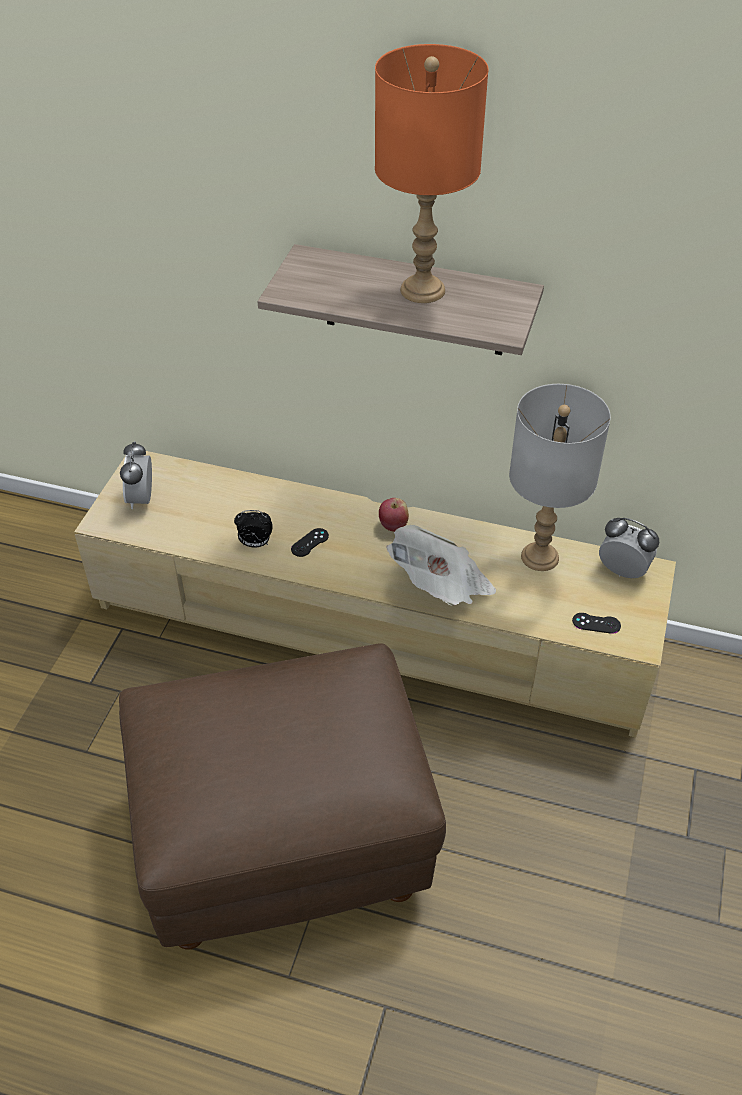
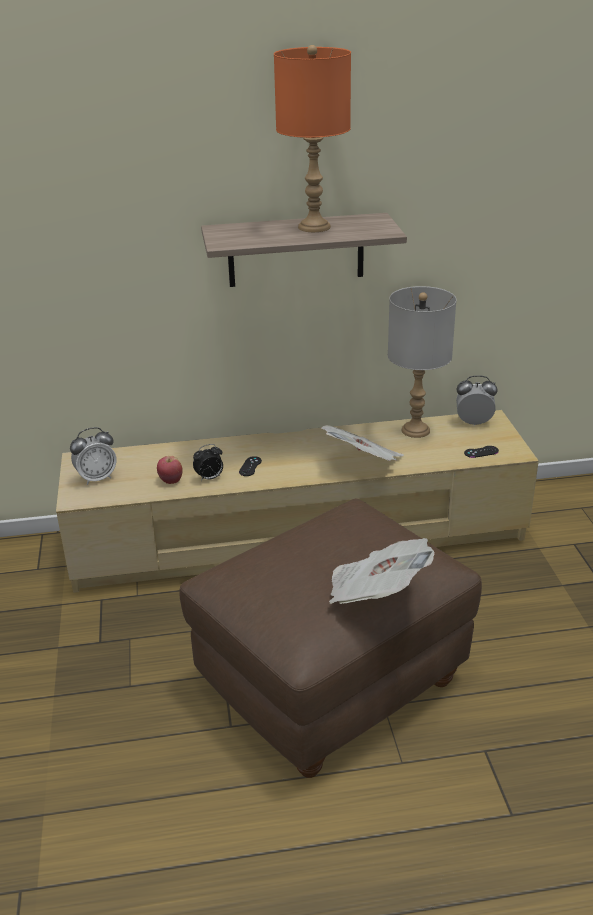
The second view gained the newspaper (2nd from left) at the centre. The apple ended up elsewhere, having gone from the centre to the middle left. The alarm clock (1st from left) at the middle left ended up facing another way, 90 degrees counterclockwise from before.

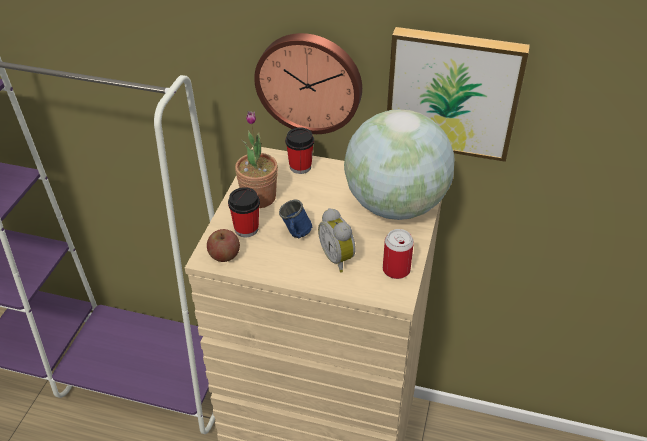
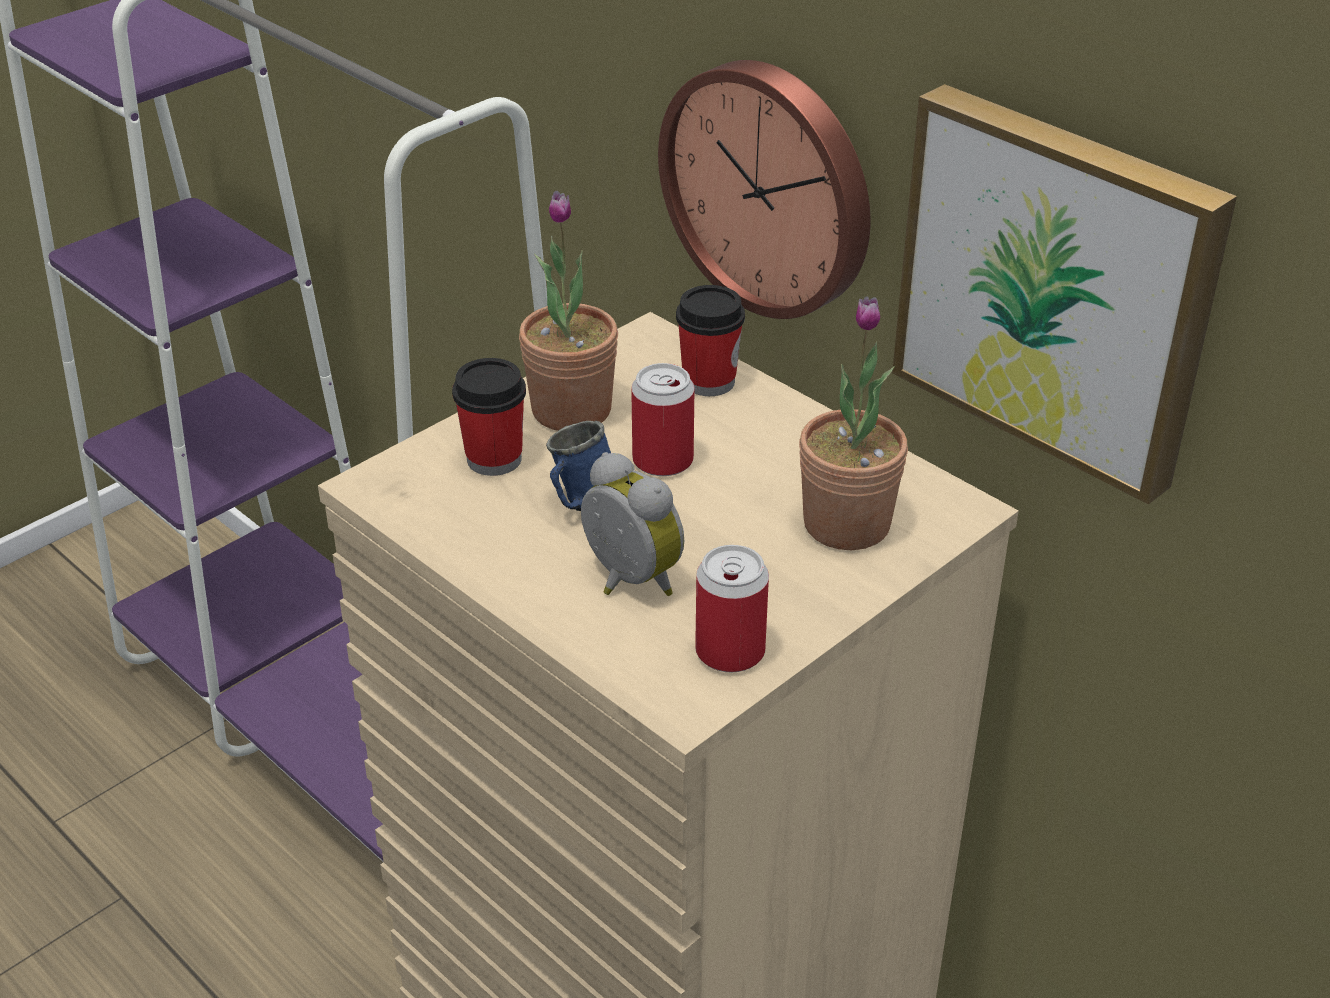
The second view lost the apple at the centre. The second view gained the can (1st from left) at the centre. Where the globe stood at the centre, the potted plant (2nd from left) came to stand at the centre. The alarm clock at the centre ended up facing another way, 135 degrees clockwise from before.

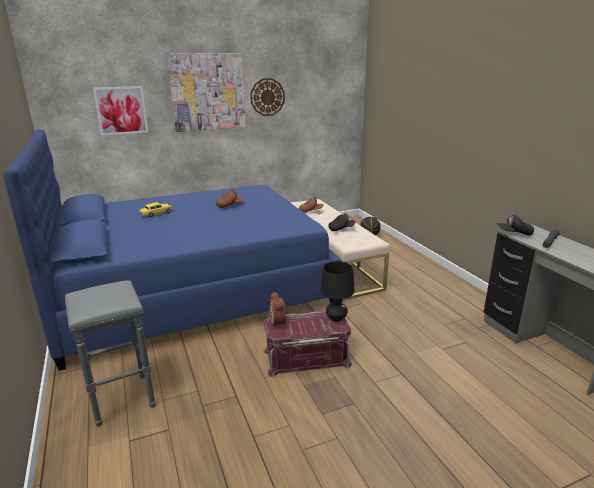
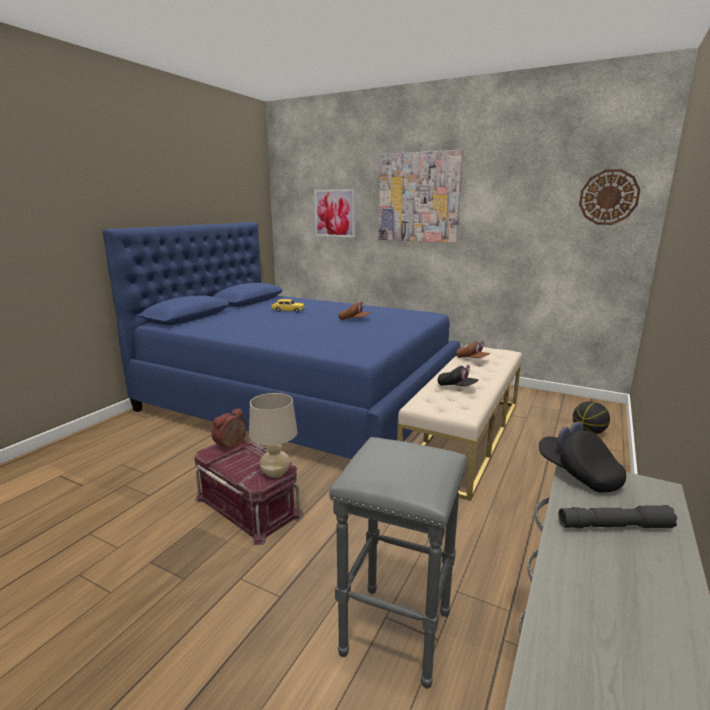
The stool/grey ended up elsewhere, having gone from the bottom left to the bottom centre. The wall clock ended up elsewhere, having gone from the top centre to the top right. What was the table lamp/black at the centre turned into the table lamp/beige at the centre.

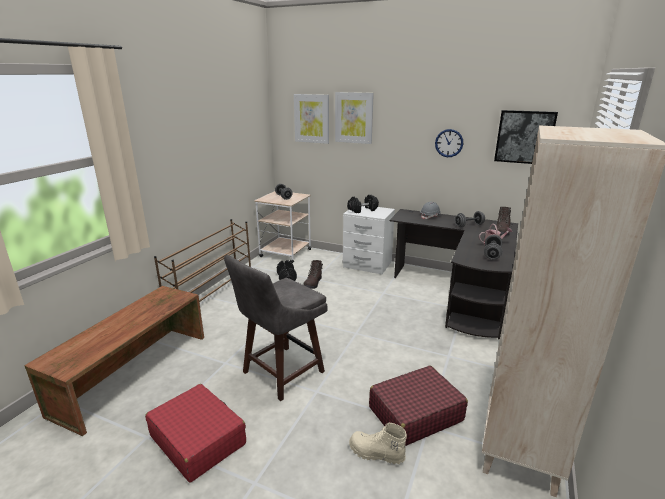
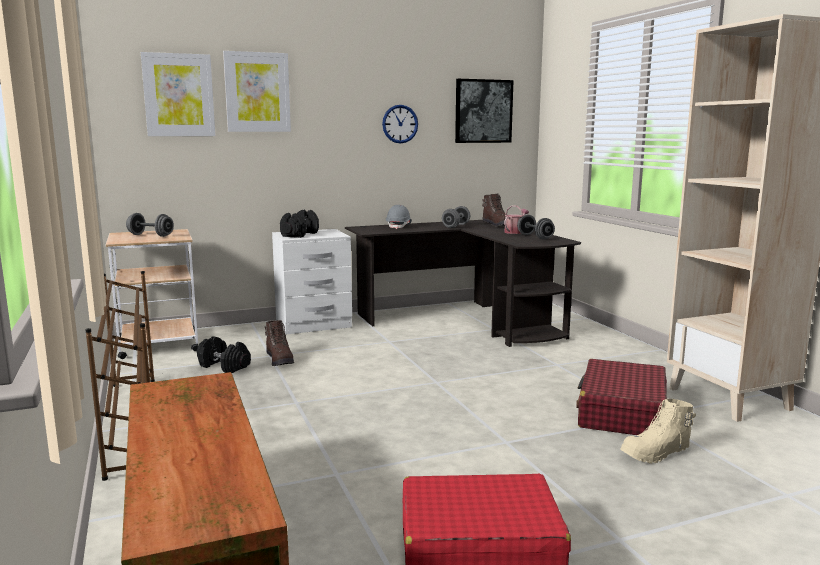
The second view lost the stool/grey at the centre.

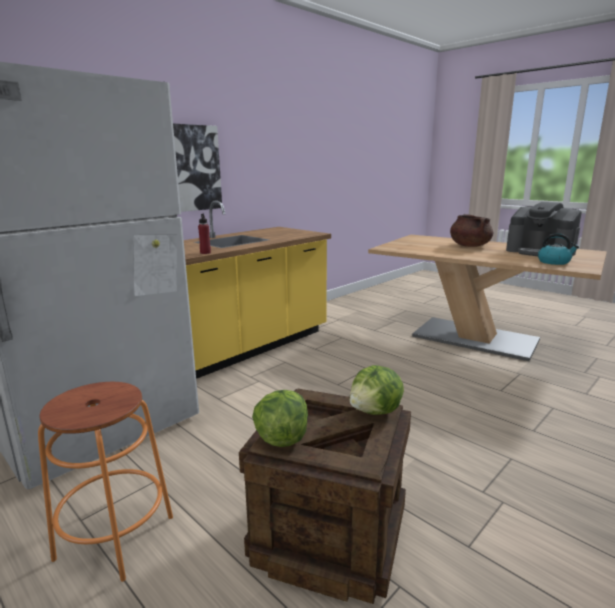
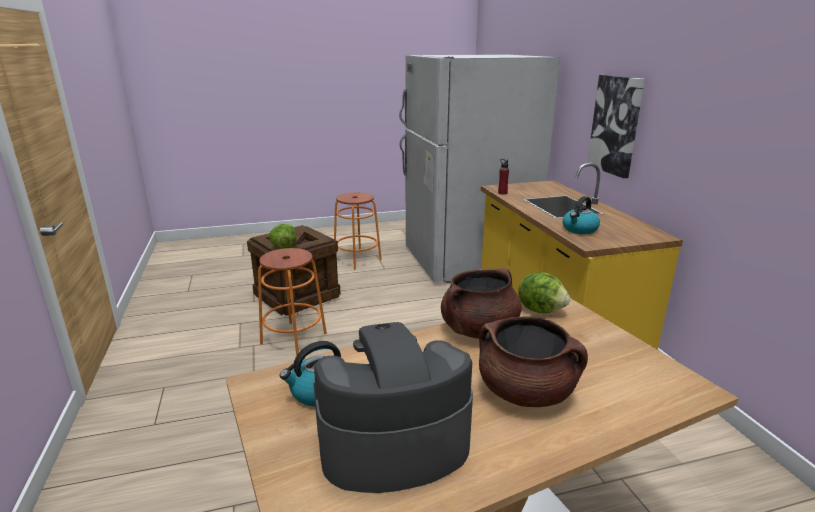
The second view gained the stool/orange (1st from left) at the centre. The second view gained the cooking pot/brown (1st from left) at the centre. The second view gained the kettle (2nd from left) at the middle right. The lettuce (1st from left in the first image) ended up elsewhere, having gone from the bottom centre to the middle right.

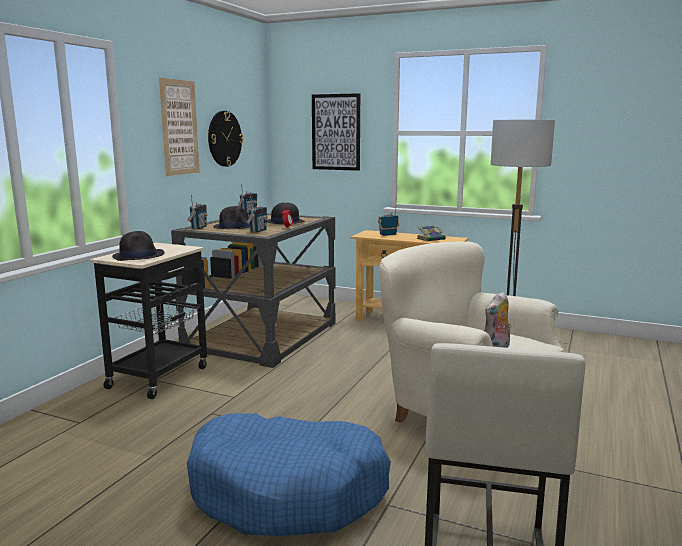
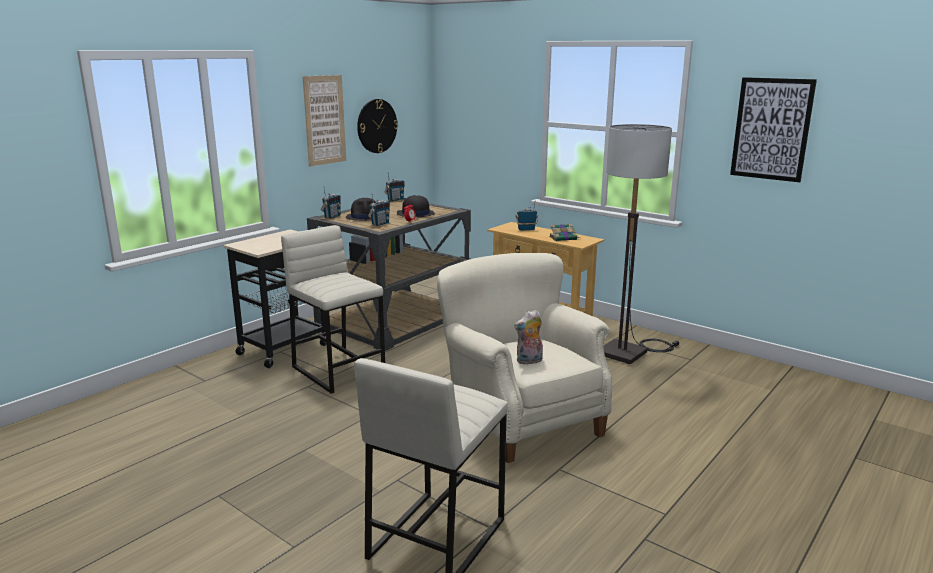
The second view lost the hat/black (1st from left) at the middle left. The second view lost the dog bed/blue at the bottom centre. The second view gained the stool/beige (1st from left) at the centre. The picture (2nd from left) ended up elsewhere, having gone from the top centre to the top right.

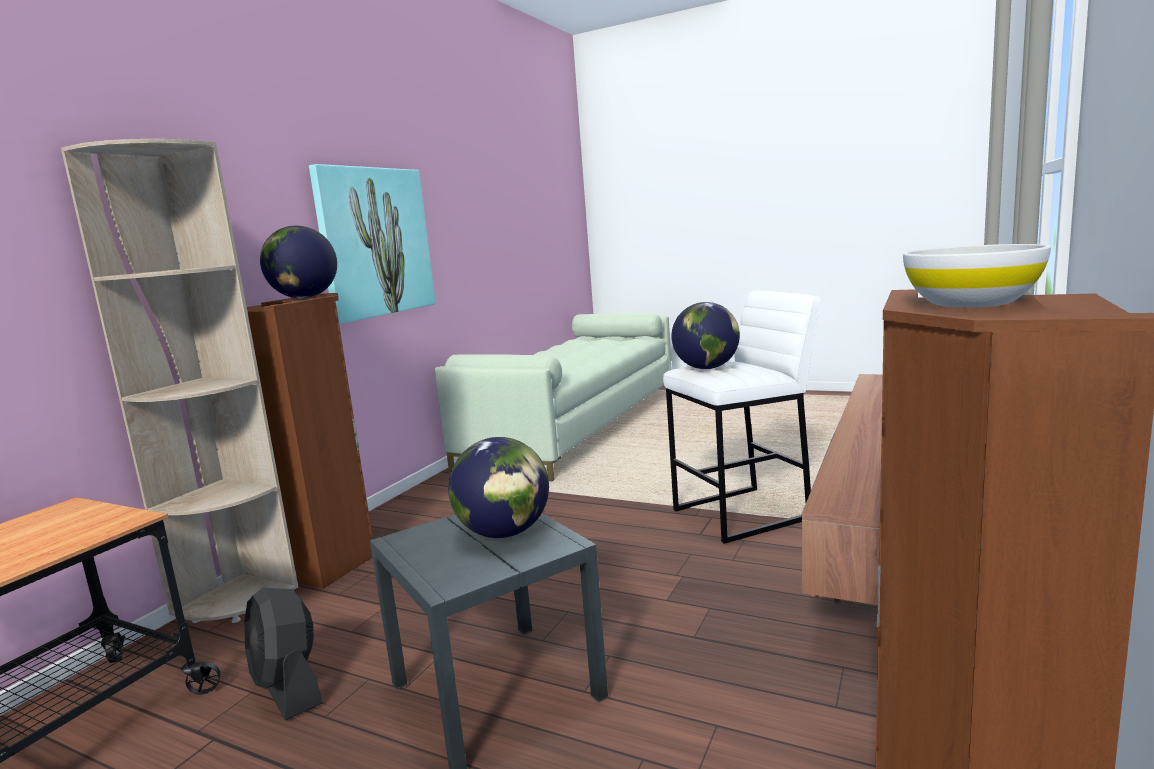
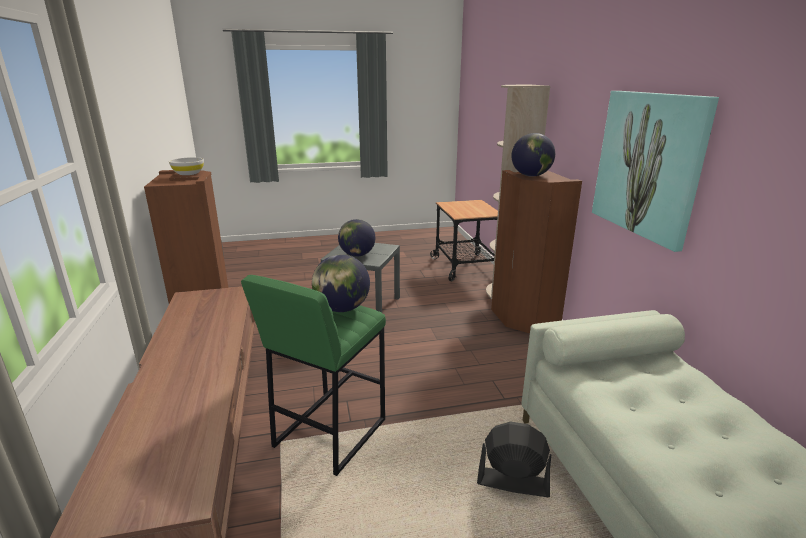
The fan/black ended up elsewhere, having gone from the bottom left to the bottom centre. What was the stool/white at the centre turned into the stool/green at the bottom centre.

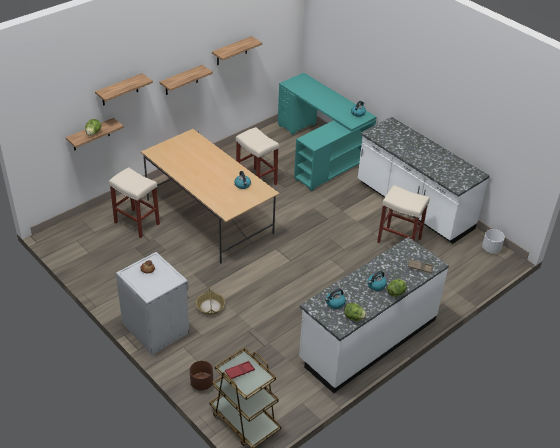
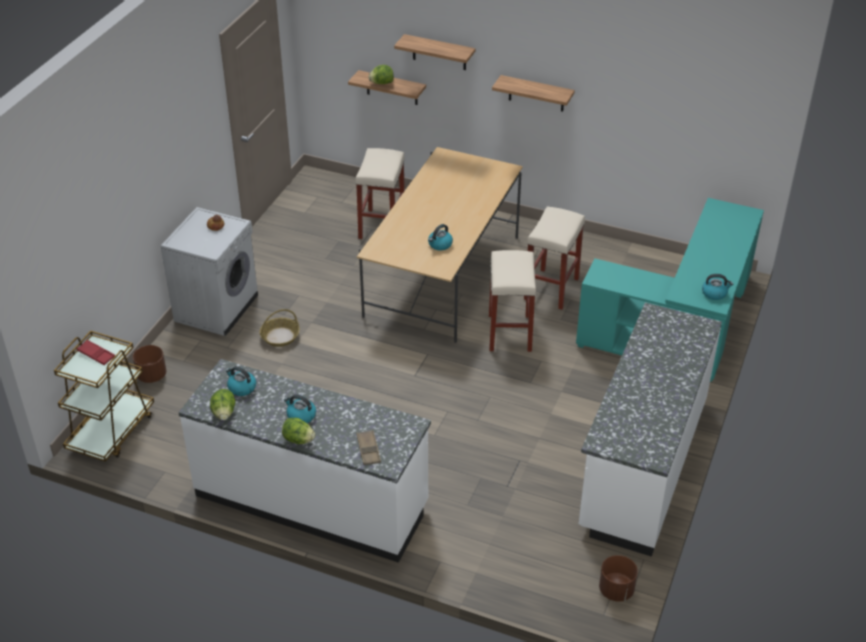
The second view lost the shelf (4th from left) at the top centre. The stool/beige (3rd from left in the first image) ended up elsewhere, having gone from the middle right to the centre. What was the planter/white at the middle right turned into the planter/brown (2nd from left) at the bottom right.

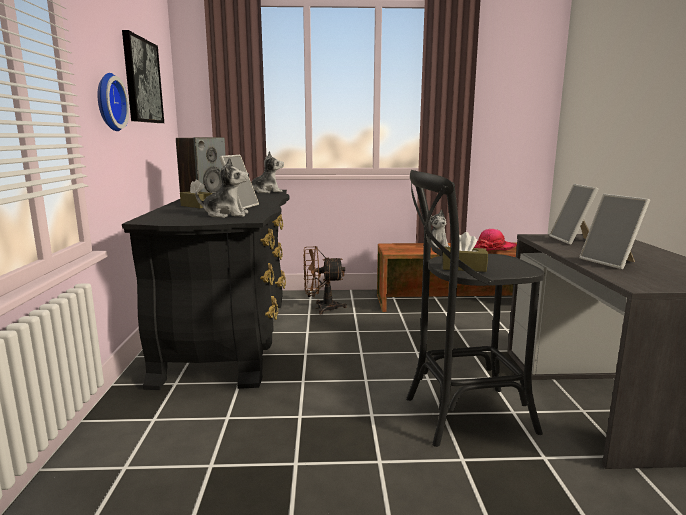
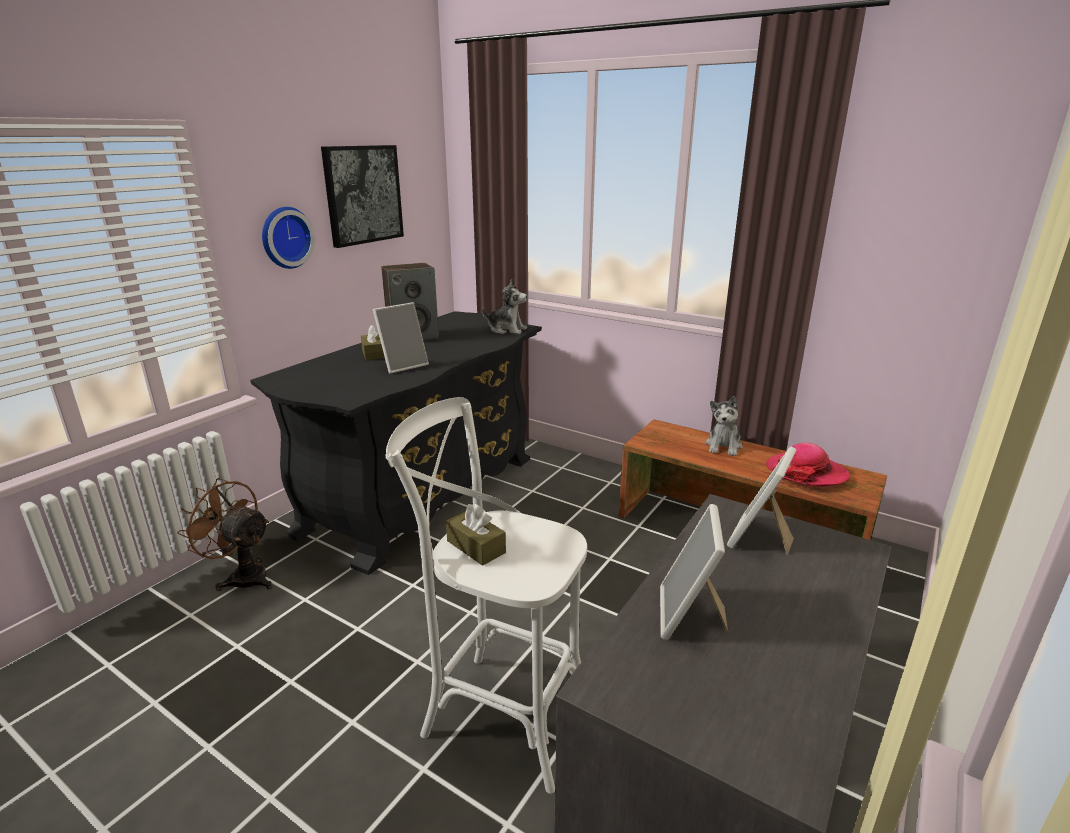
The second view lost the plush toy (1st from left) at the middle left. The fan/brown ended up elsewhere, having gone from the centre to the middle left. What was the stool/black at the middle right turned into the stool/white at the bottom centre.

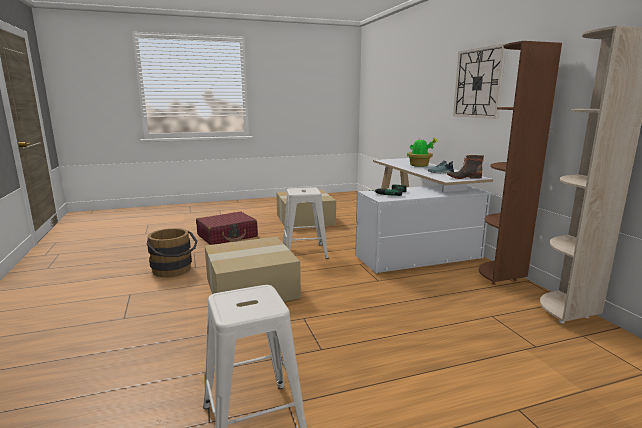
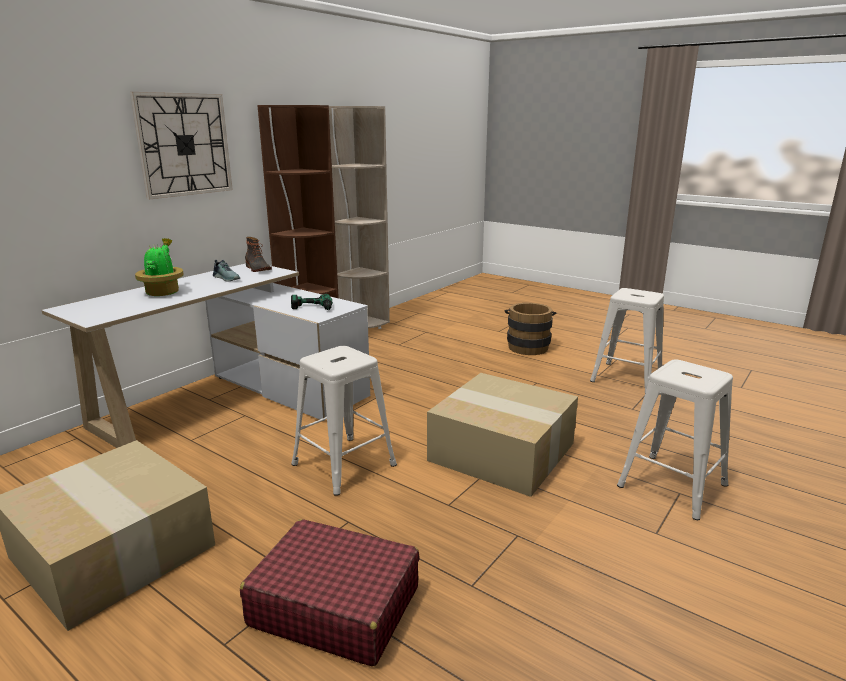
The second view gained the stool/white (3rd from left) at the middle right. The bucket/brown ended up elsewhere, having gone from the middle left to the centre.

